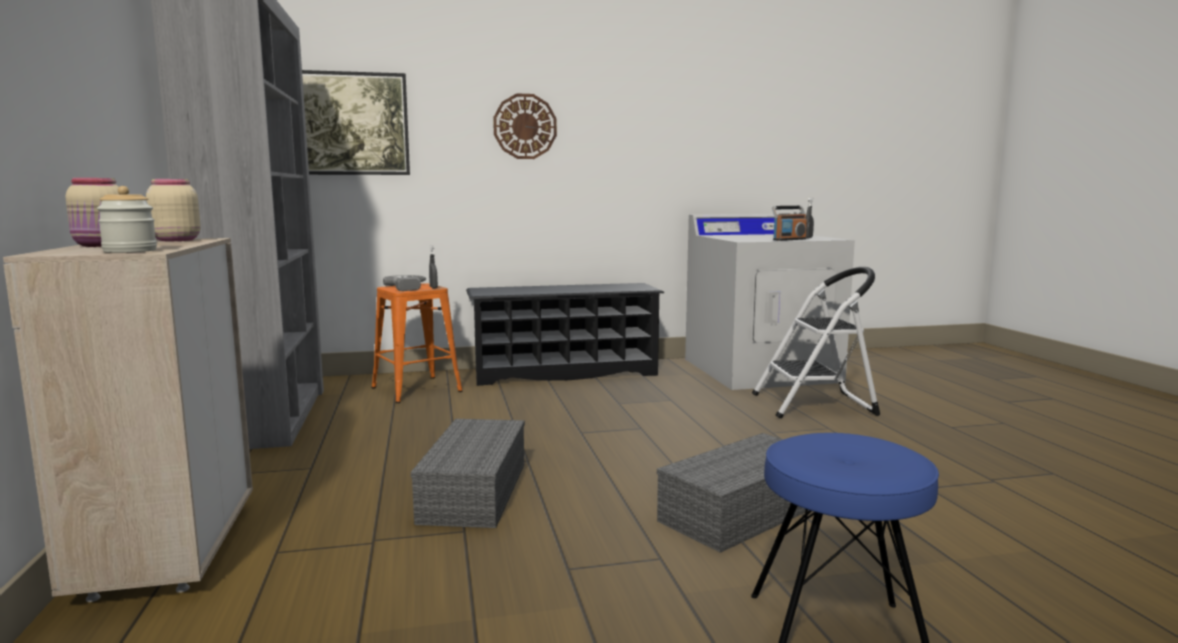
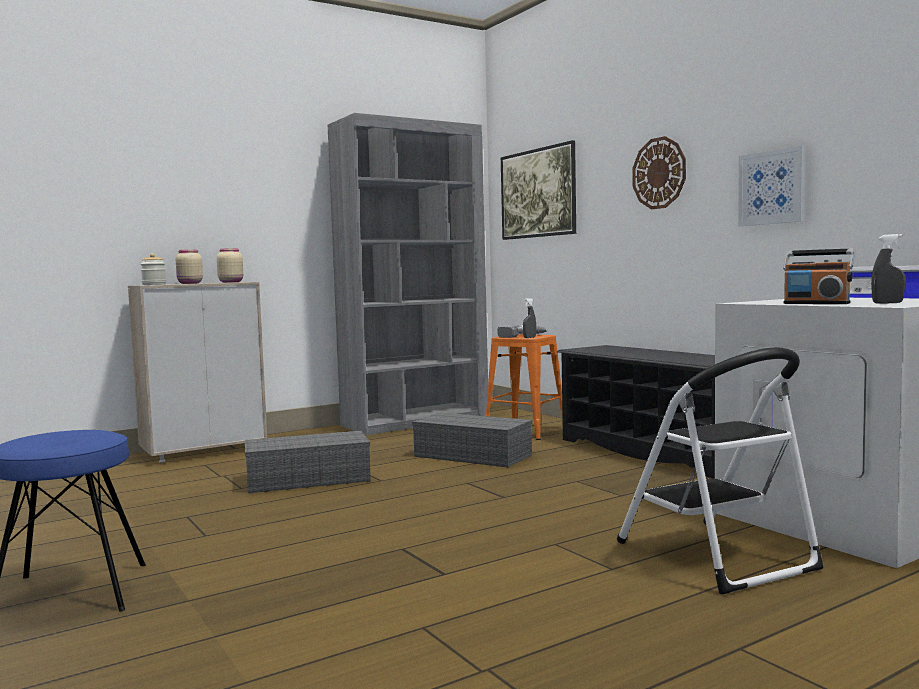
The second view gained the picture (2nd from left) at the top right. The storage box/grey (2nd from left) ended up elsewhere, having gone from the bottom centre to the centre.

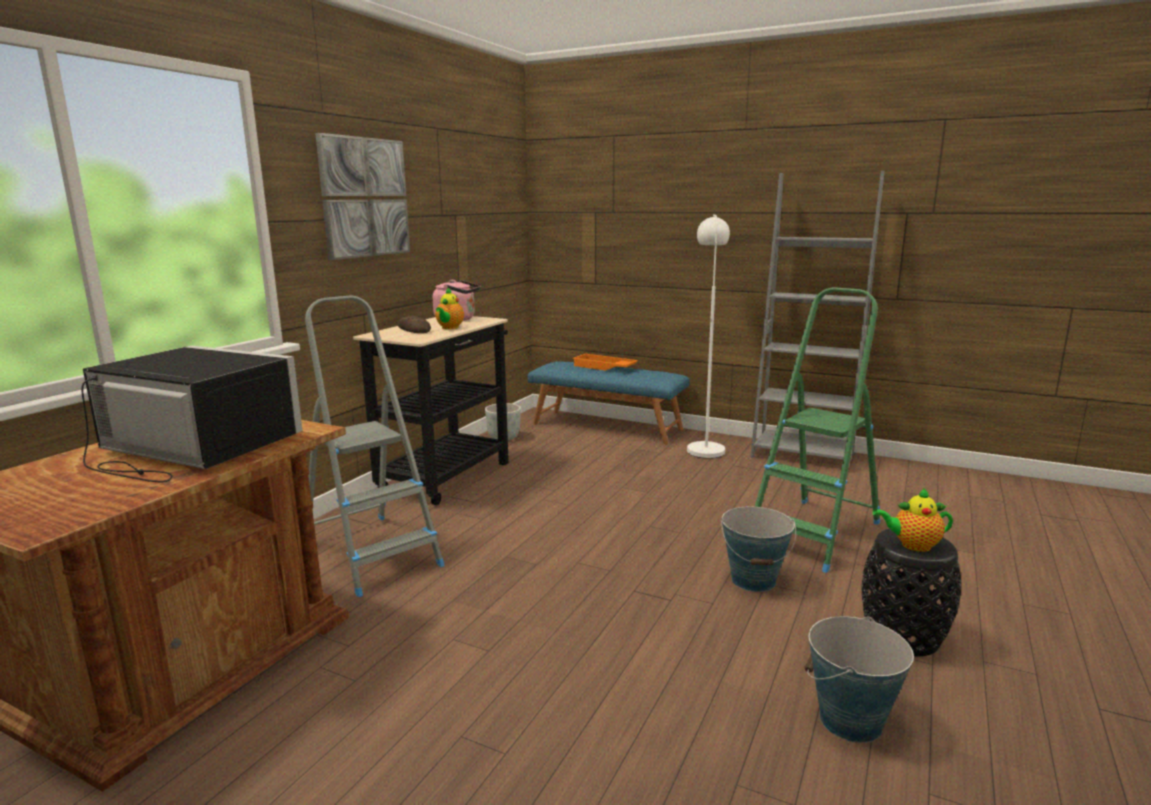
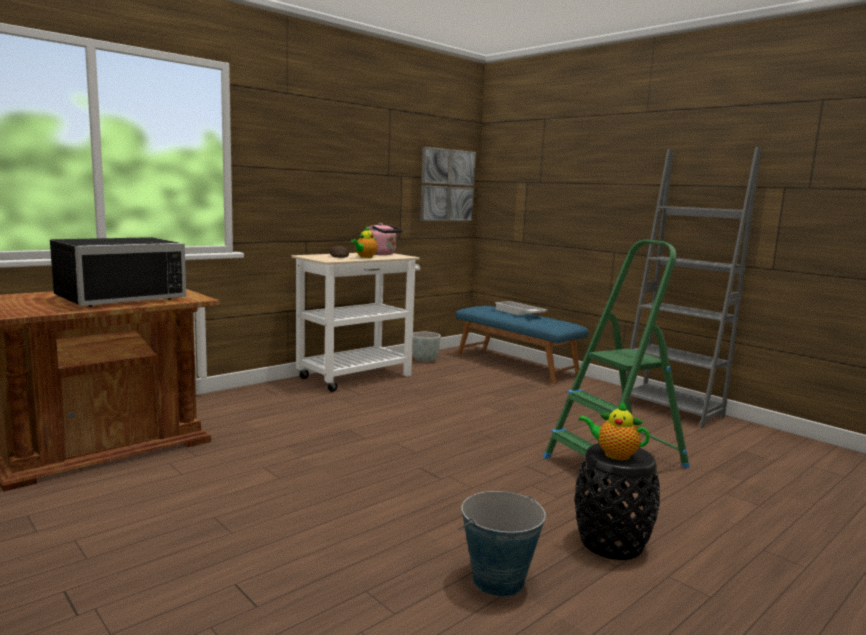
The second view lost the step ladder/grey at the middle left. The second view lost the floor lamp/white at the centre. The second view lost the bucket (1st from left) at the bottom centre. The picture ended up elsewhere, having gone from the top left to the top centre. What was the cart/black at the centre turned into the cart/white at the centre. What was the tray/orange at the centre turned into the tray/white at the centre. The microwave/black at the middle left ended up facing another way, 90 degrees clockwise from before.

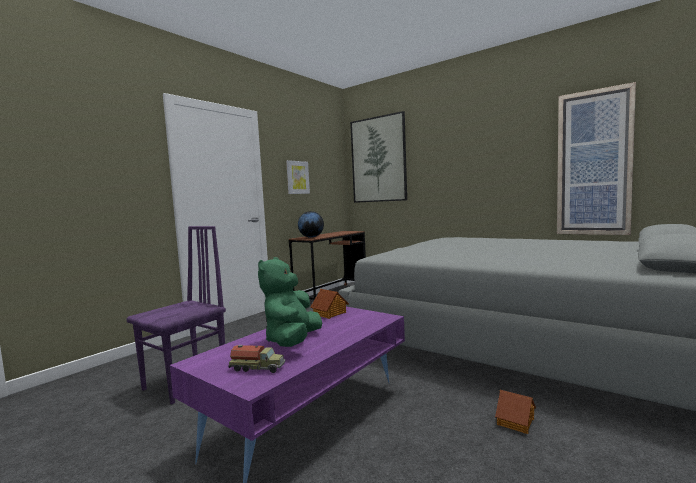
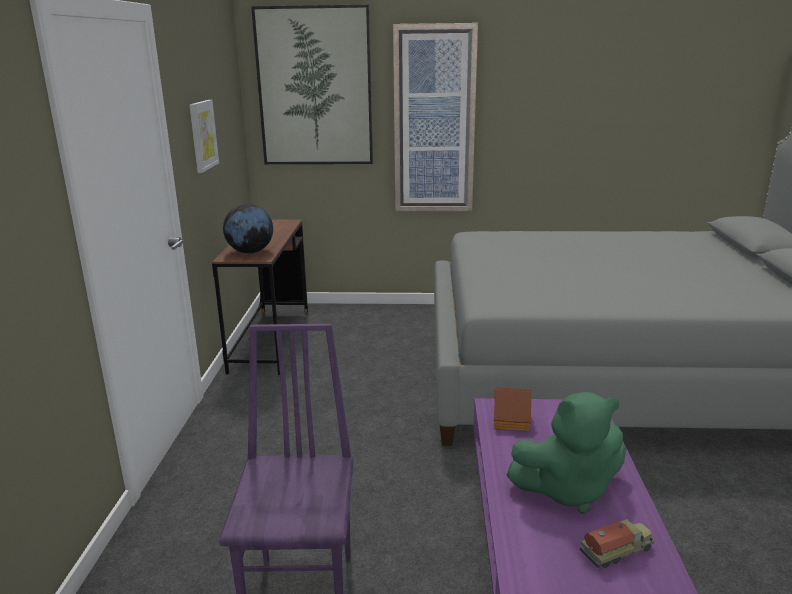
The second view lost the toy house (2nd from left) at the bottom right. The picture (3rd from left) ended up elsewhere, having gone from the top right to the top centre. The plush toy/green at the centre ended up facing another way, 75 degrees counterclockwise from before.

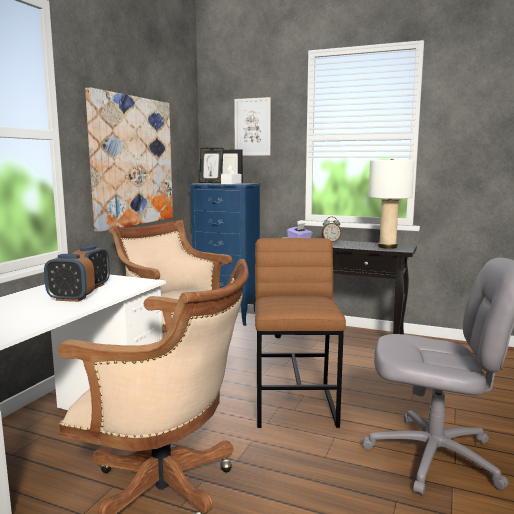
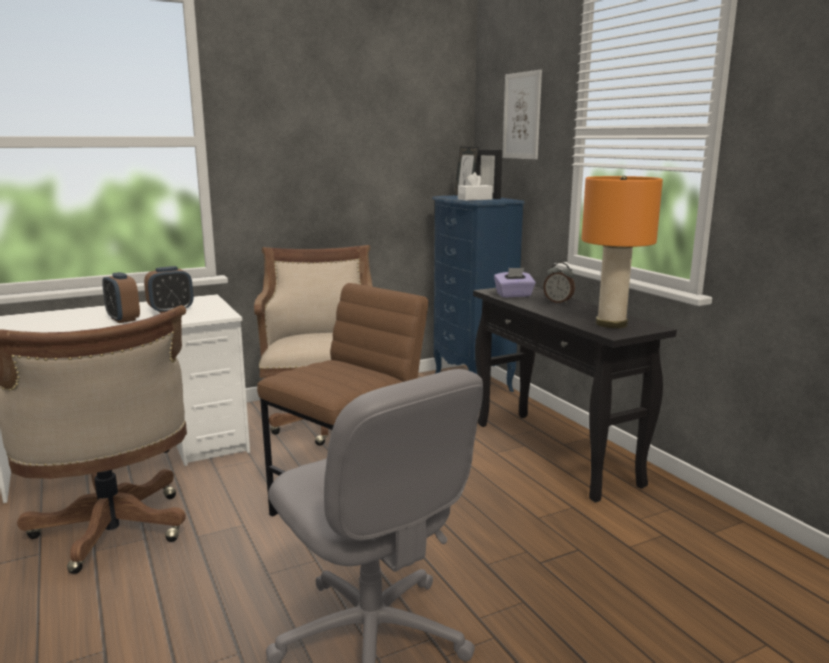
The second view lost the picture (1st from left) at the top left. What was the table lamp/white at the middle right turned into the table lamp/orange at the middle right.

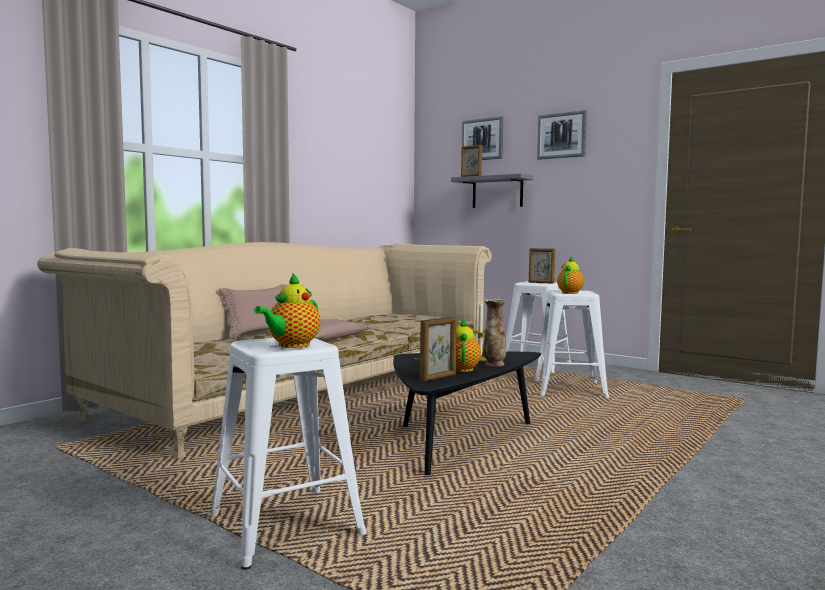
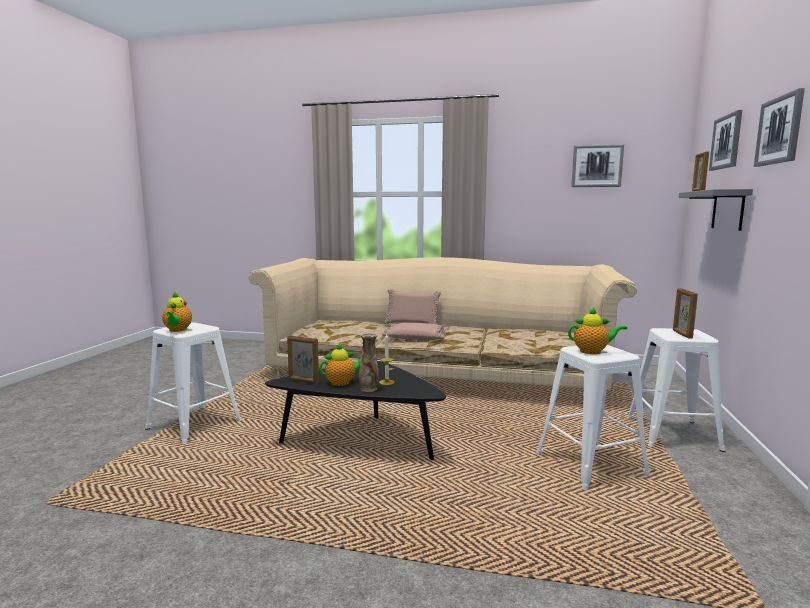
The second view gained the picture (1st from left) at the top right. The teapot (1st from left) at the centre ended up facing another way, 105 degrees counterclockwise from before.

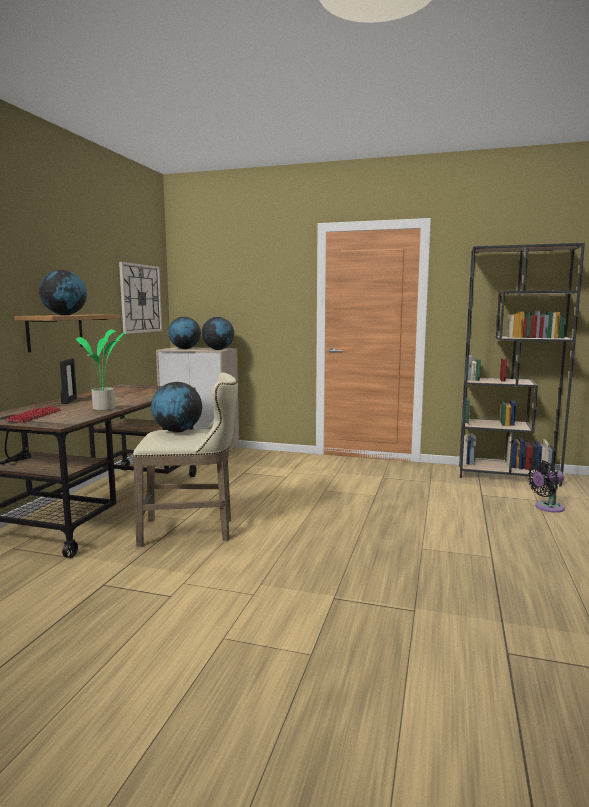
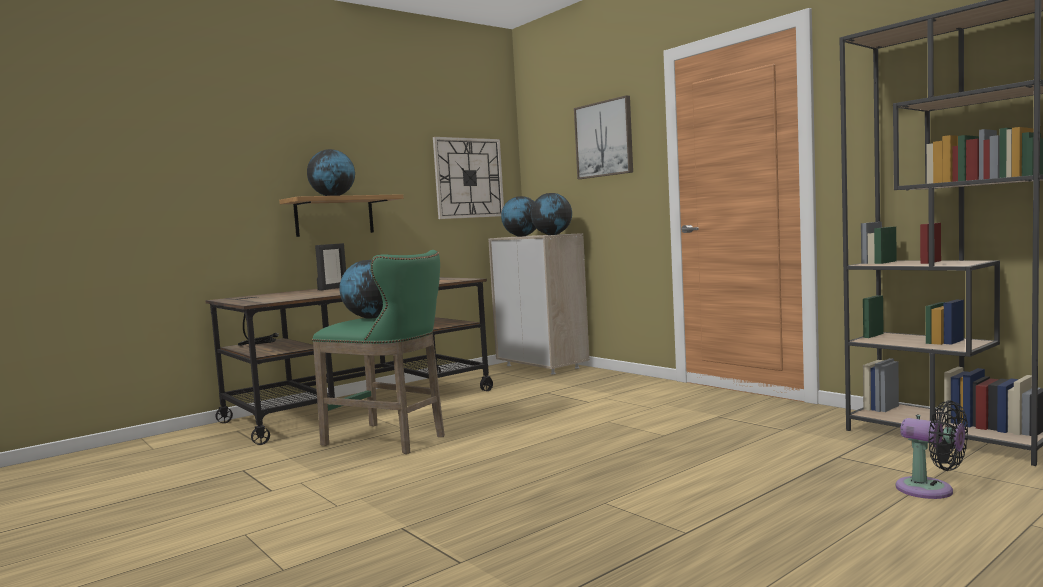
The second view lost the keyboard at the middle left. The second view lost the potted plant at the middle left. The second view gained the picture at the top centre. What was the stool/beige at the middle left turned into the stool/green at the centre. The fan/black at the middle right ended up facing another way, 150 degrees counterclockwise from before.

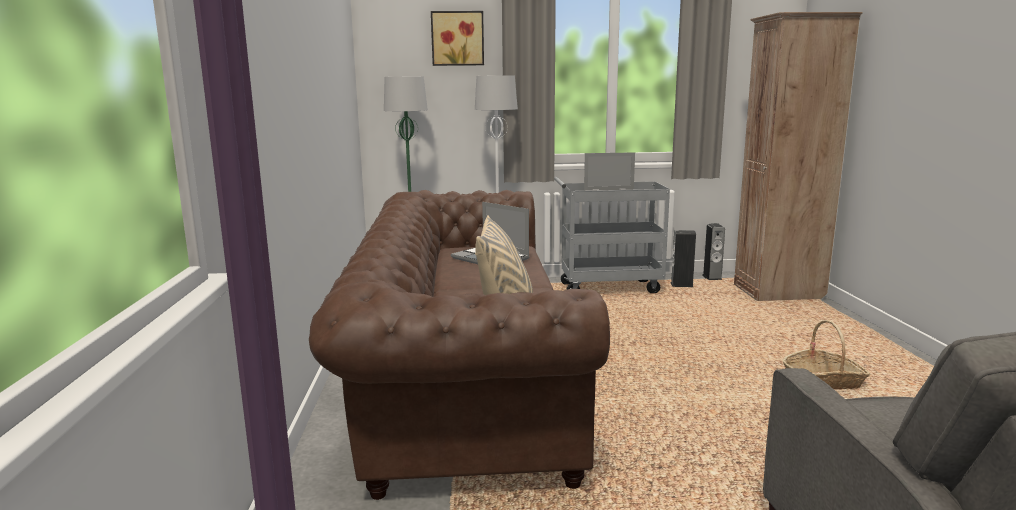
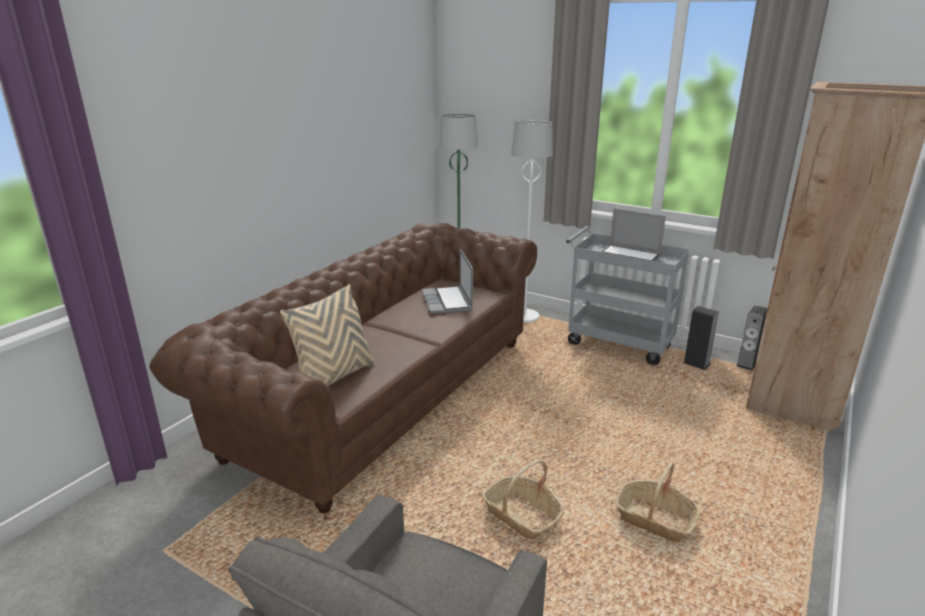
The second view lost the picture at the top centre. The second view gained the basket (1st from left) at the bottom centre.

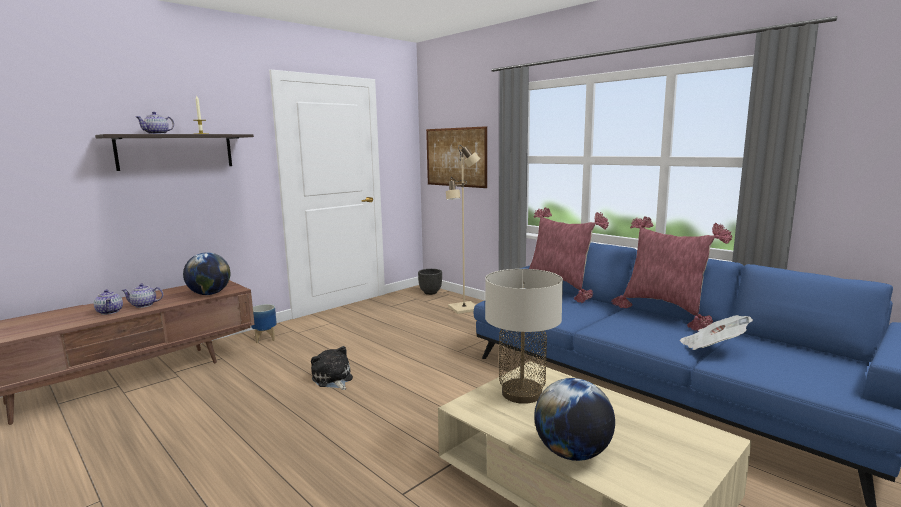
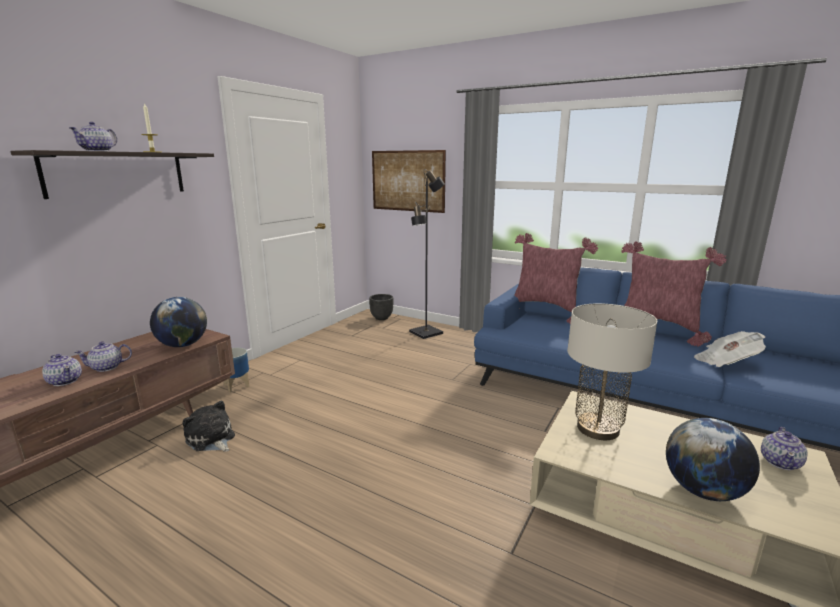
The second view gained the teapot (4th from left) at the bottom right. The plush toy ended up elsewhere, having gone from the bottom centre to the bottom left. What was the floor lamp/beige at the centre turned into the floor lamp/black at the centre.

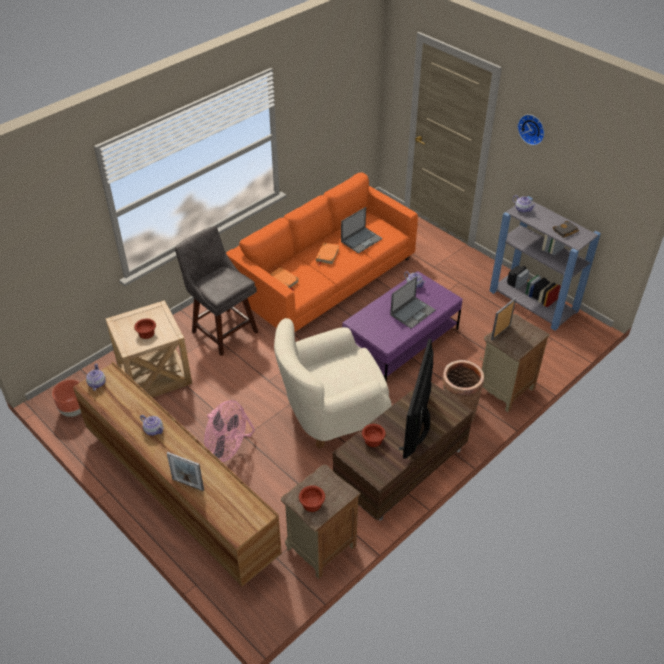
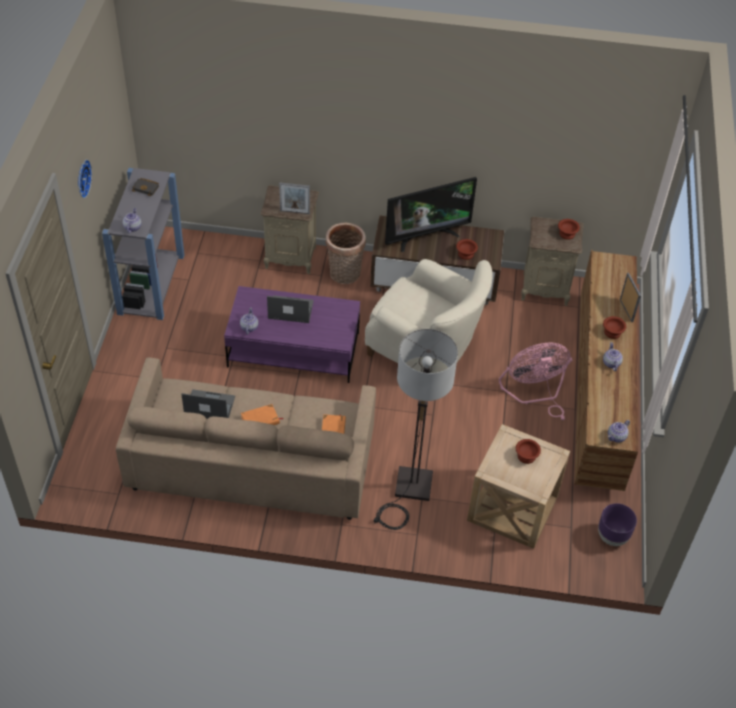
The second view gained the bowl/brown (4th from left) at the middle right. Where the stool/grey stood at the middle left, the floor lamp came to stand at the centre. What was the planter/brown at the middle left turned into the planter/purple at the bottom right. What was the sofa/orange at the centre turned into the sofa/beige at the centre.

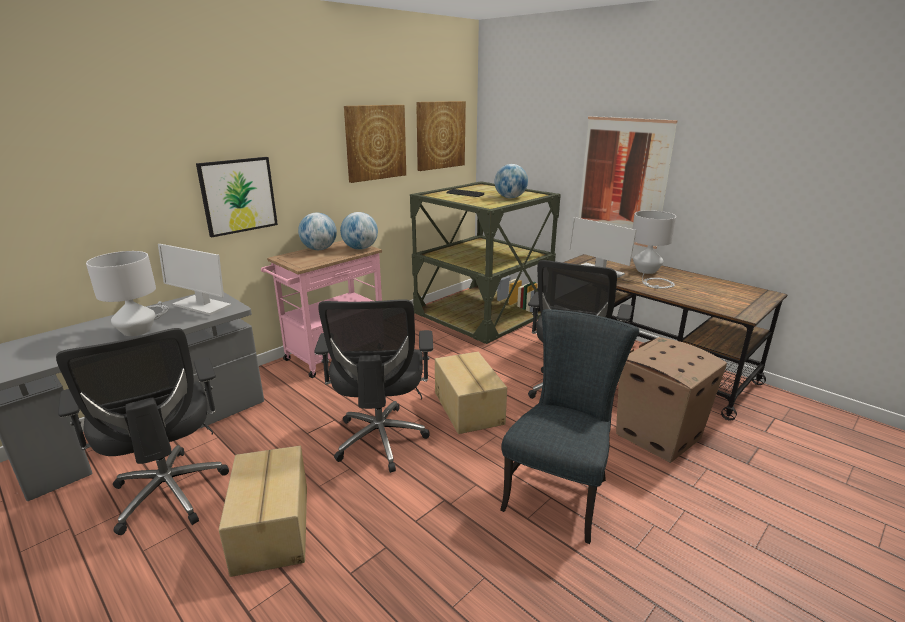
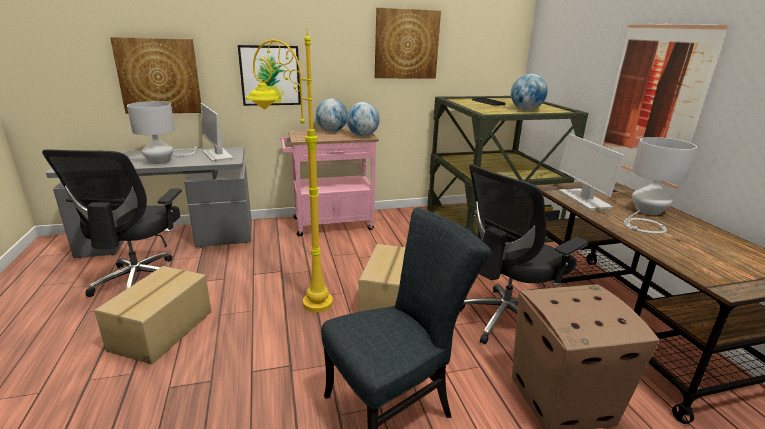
The picture (3rd from left in the first image) ended up elsewhere, having gone from the top centre to the top left. Where the office chair (2nd from left) stood at the centre, the floor lamp/yellow came to stand at the centre.

